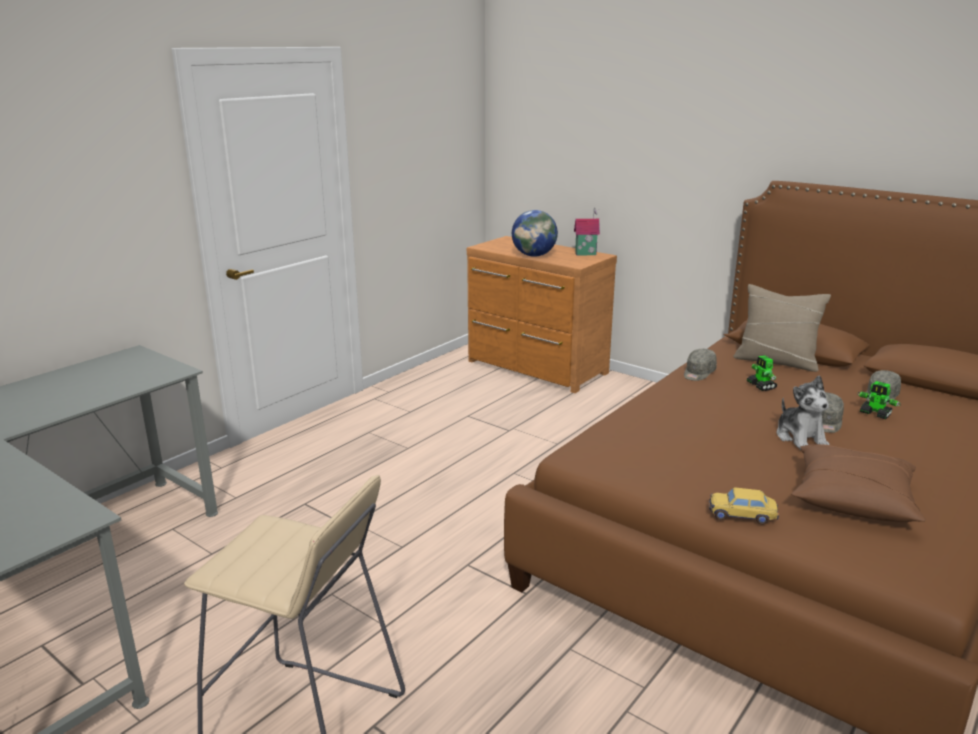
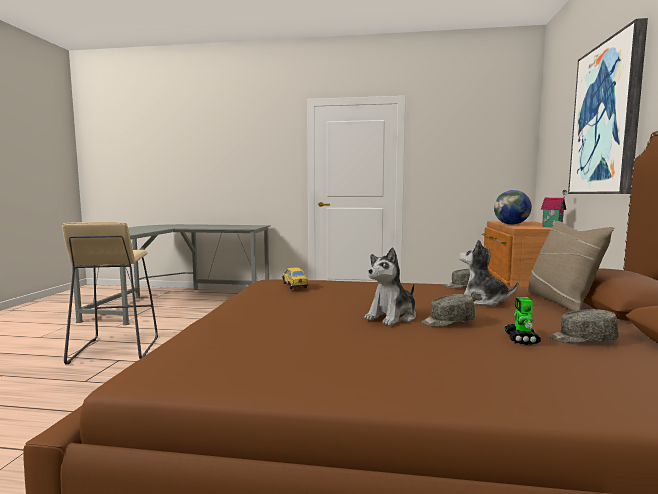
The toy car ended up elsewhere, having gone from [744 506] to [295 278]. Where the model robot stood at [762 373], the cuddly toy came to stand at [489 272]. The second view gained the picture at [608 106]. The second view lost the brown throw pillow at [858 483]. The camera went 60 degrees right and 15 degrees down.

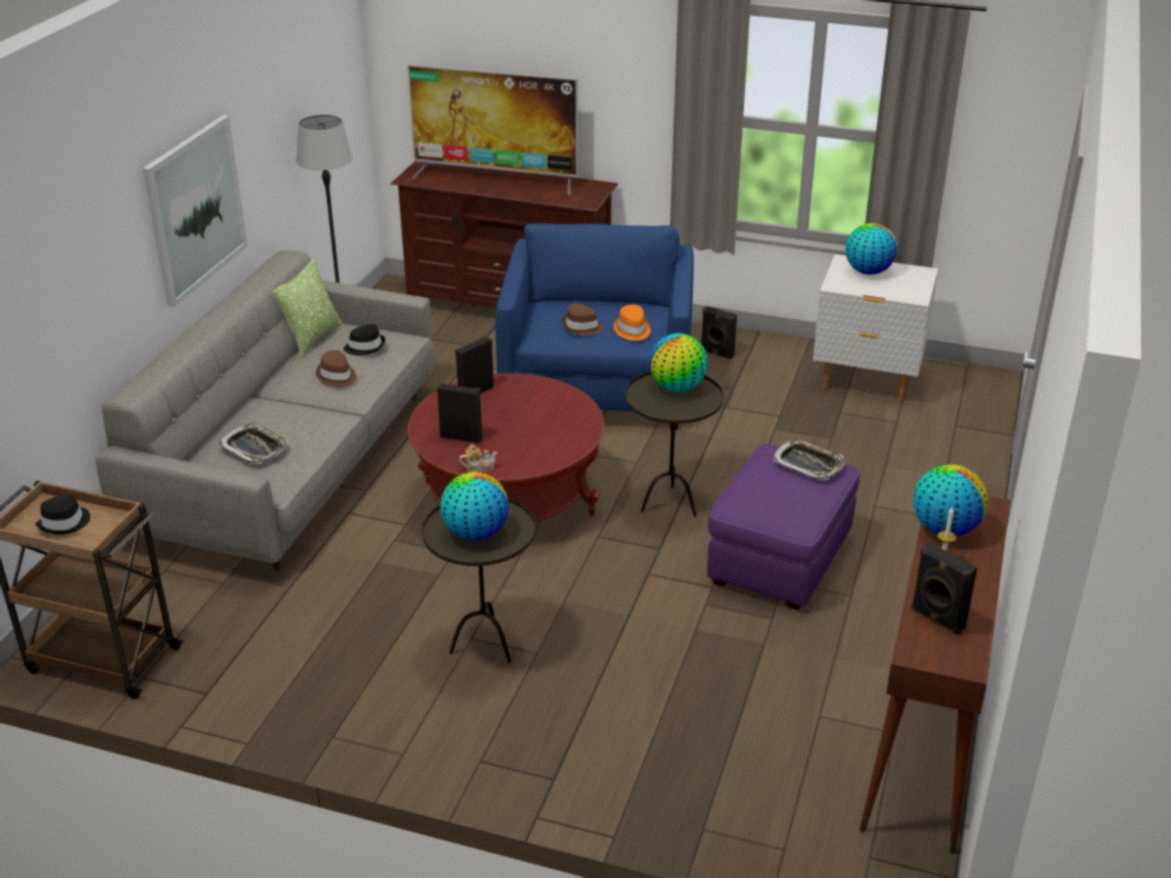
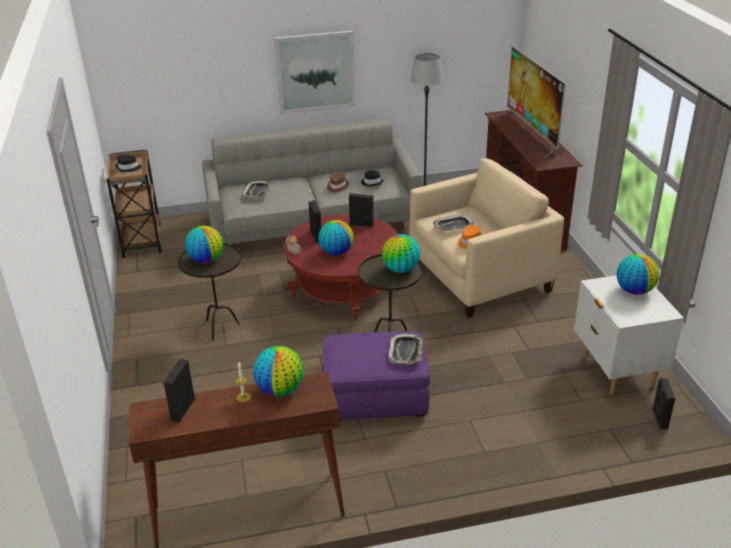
The second view gained the desk globe at [336 238]. What was the bluish armchair at [594 327] turned into the sand-coloured armchair at [486 238]. Where the brown clothing hat stood at [582 319], the tray came to stand at [454 222]. The blackish audio speaker ended up elsewhere, having gone from [719 333] to [663 404]. The second view lost the throw pillow at [307 308]. The camera went 60 degrees right and 0 degrees up.

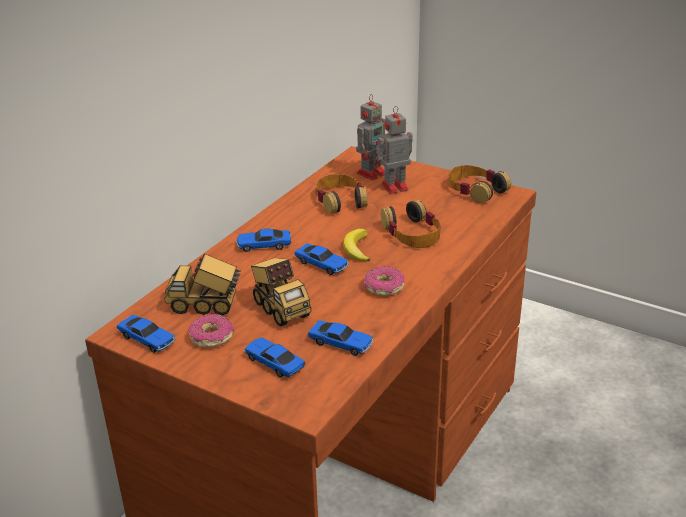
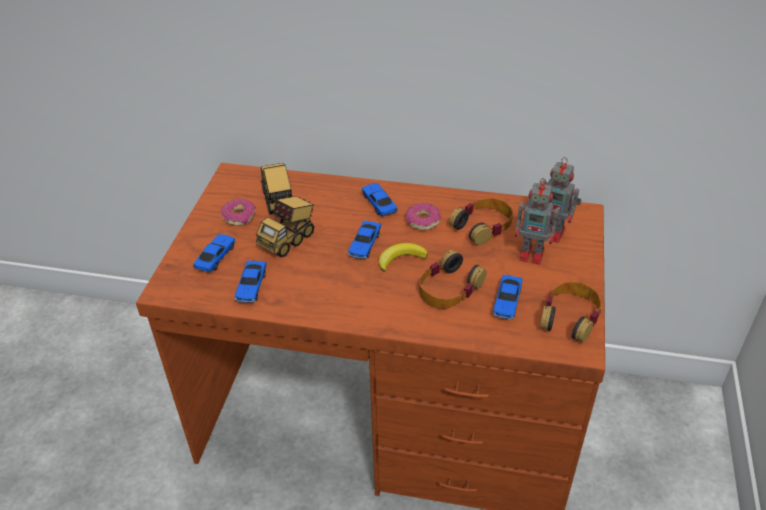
The donut ended up elsewhere, having gone from [384 281] to [423 216]. The toy car ended up elsewhere, having gone from [146 334] to [507 297]. The model robot at [394 150] ended up facing another way, 150 degrees clockwise from before. The camera went 70 degrees right and 10 degrees up.

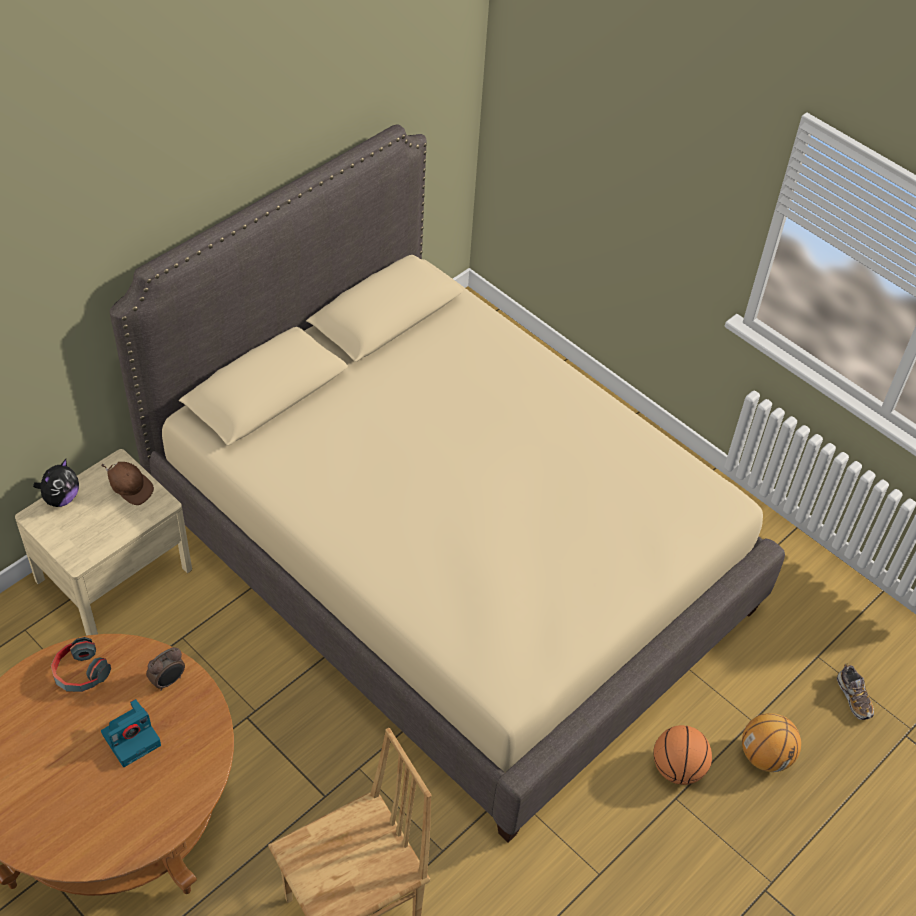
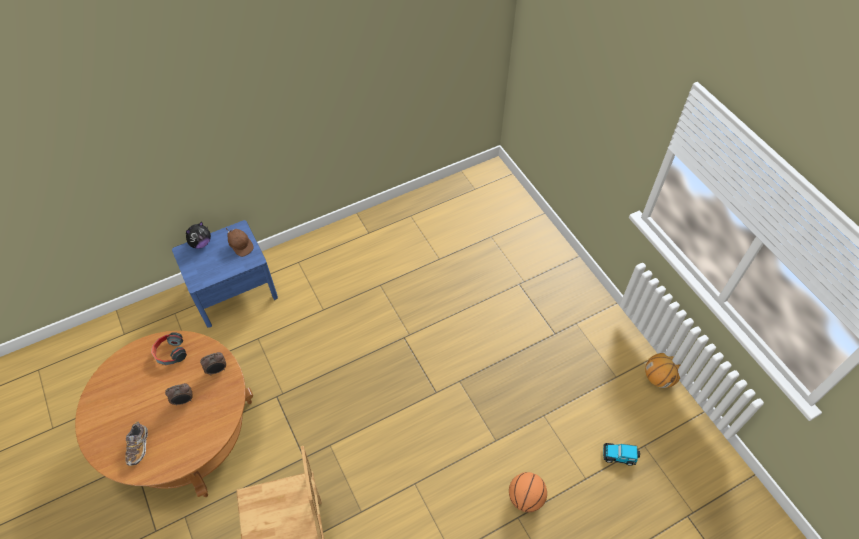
The low shoe ended up elsewhere, having gone from [855 691] to [136 444]. Where the still camera stood at [131 733], the alarm clock came to stand at [179 394]. What was the sand-coloured nightstand at [103 542] turned into the bluish nightstand at [225 274]. The second view gained the toy car at [621 454]. The basketball ball ended up elsewhere, having gone from [771 742] to [662 370]. The second view lost the sand-coloured bedroom bed at [447 484]. The camera went 20 degrees right and 5 degrees up.

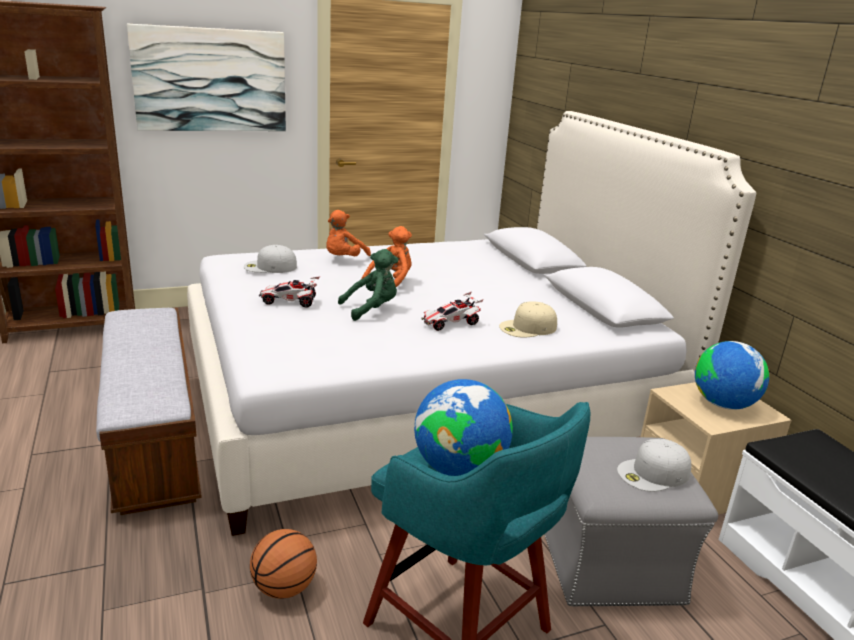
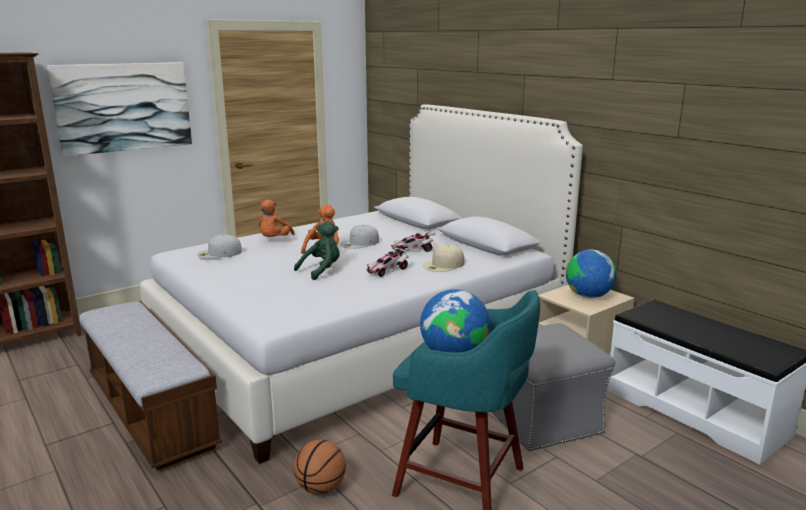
The whitish cap ended up elsewhere, having gone from [654 465] to [359 237]. The toy car ended up elsewhere, having gone from [289 292] to [413 241]. The camera went 15 degrees left and 5 degrees down.

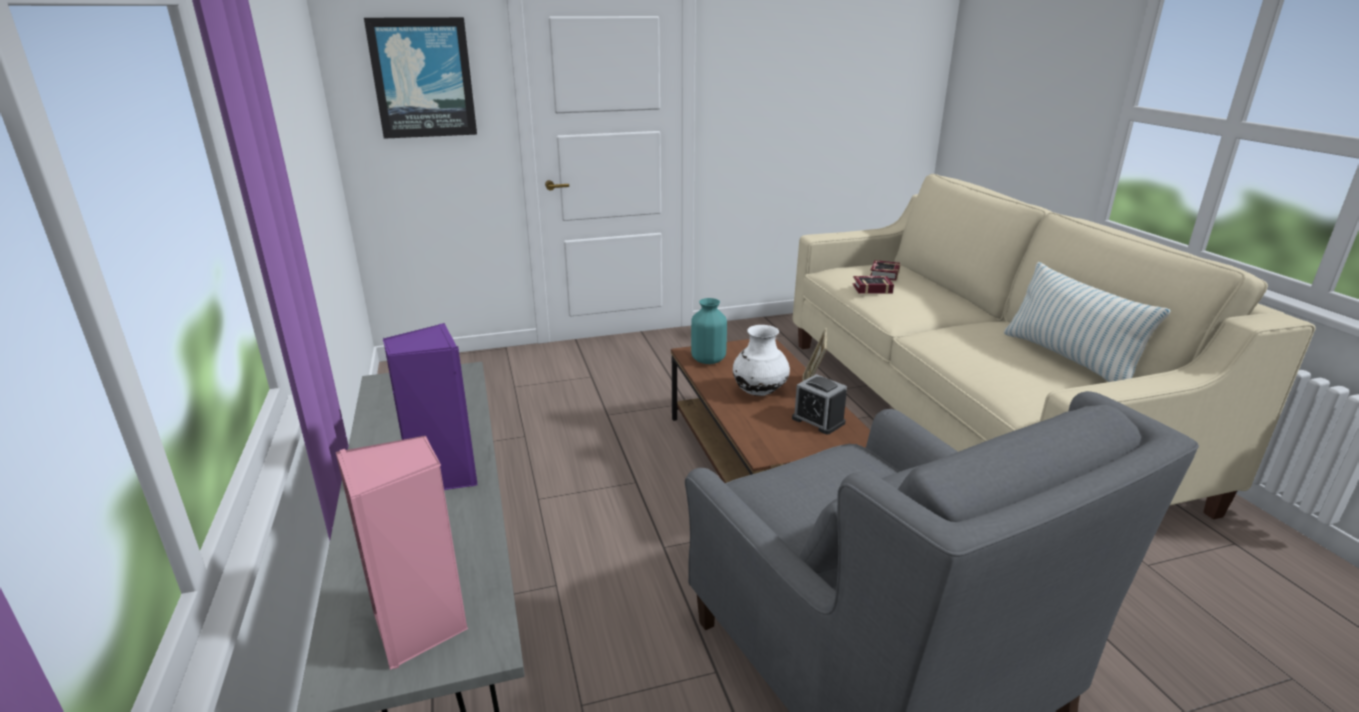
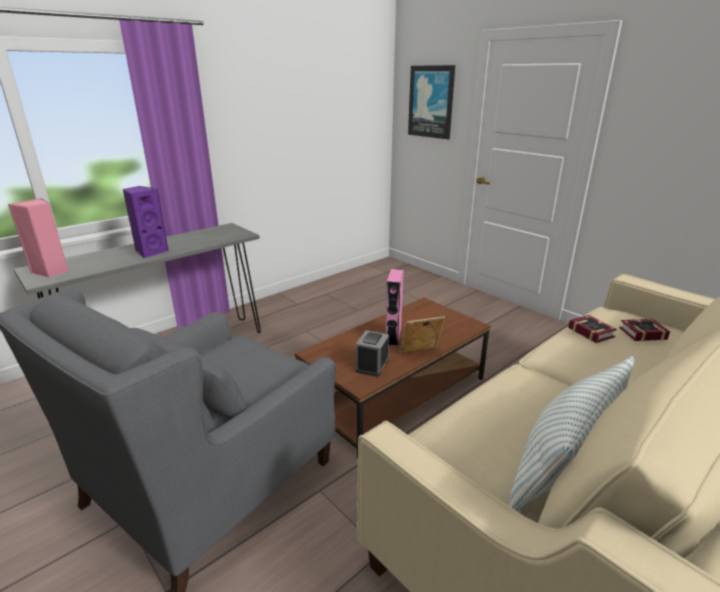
Where the whitish flower vase stood at [761 360], the pink audio speaker came to stand at [394 307]. The second view lost the turquoise flower vase at [709 331]. The camera went 65 degrees right and 0 degrees up.

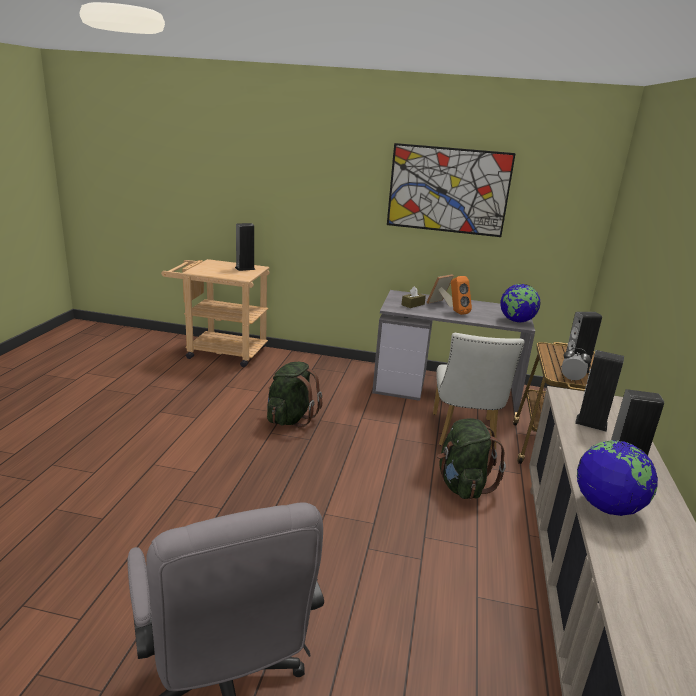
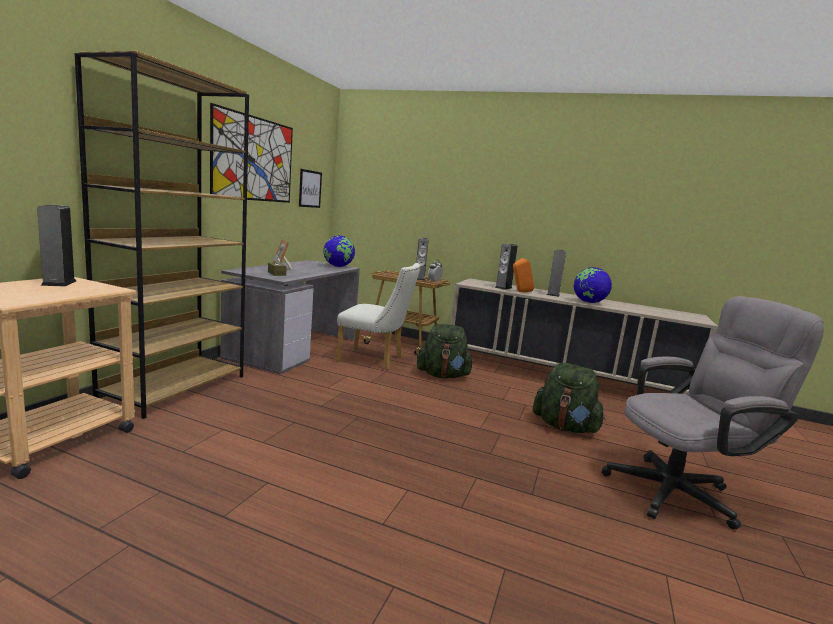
The second view gained the brown bookshelf at [162 235]. The second view gained the picture at [310 188]. The orangey audio speaker ended up elsewhere, having gone from [461 295] to [523 275]. The greenish backpack ended up elsewhere, having gone from [294 395] to [569 398]. The camera went 80 degrees left and 10 degrees down.

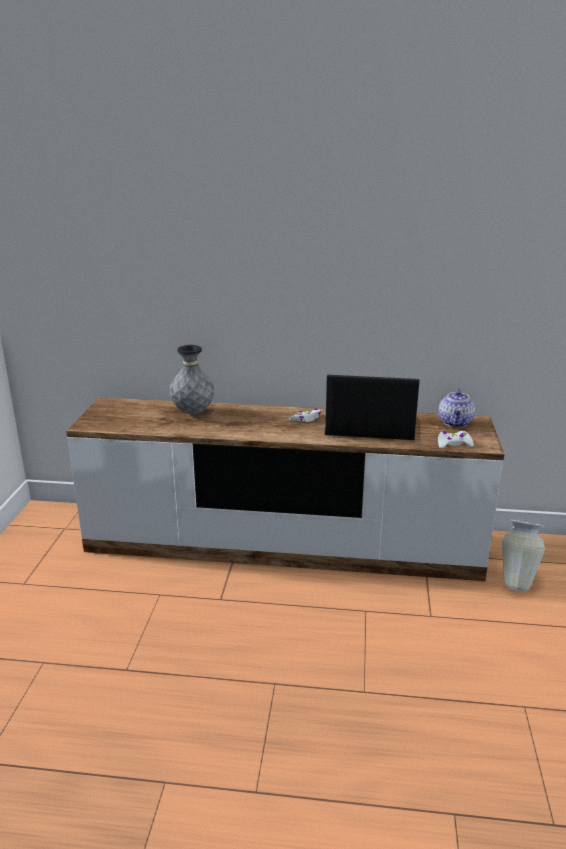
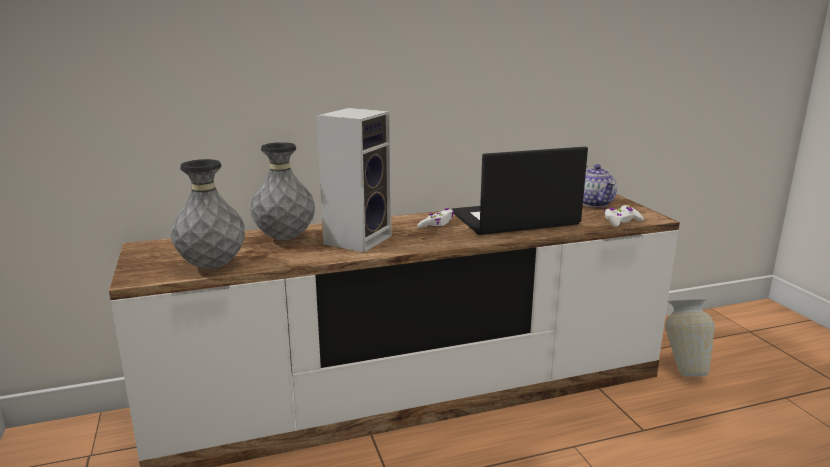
The second view gained the greyish flower vase at [208 214]. The second view gained the audio speaker at [354 180]. The camera went 25 degrees left and 5 degrees down.

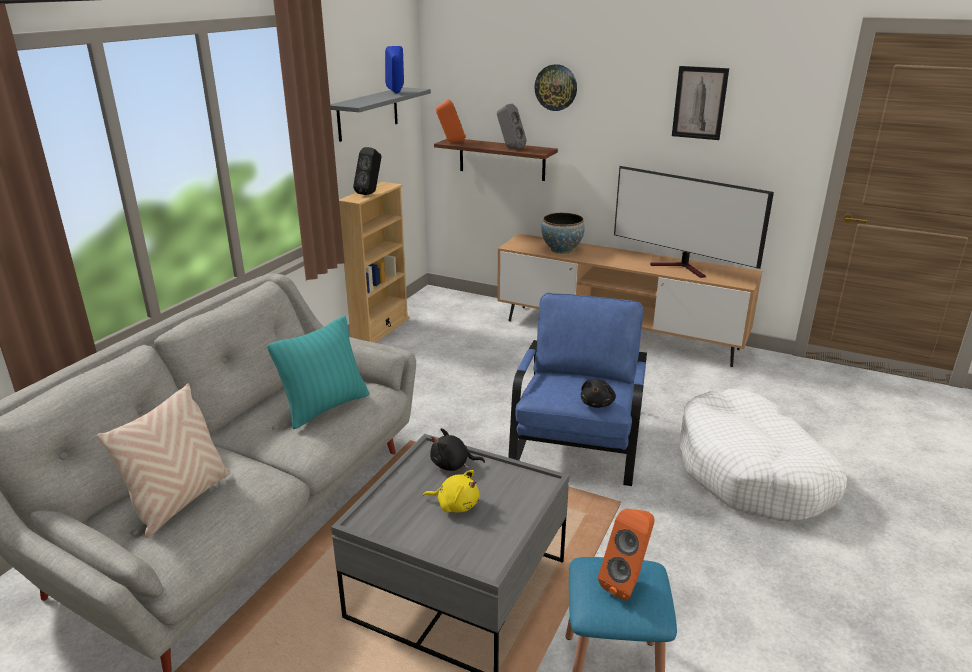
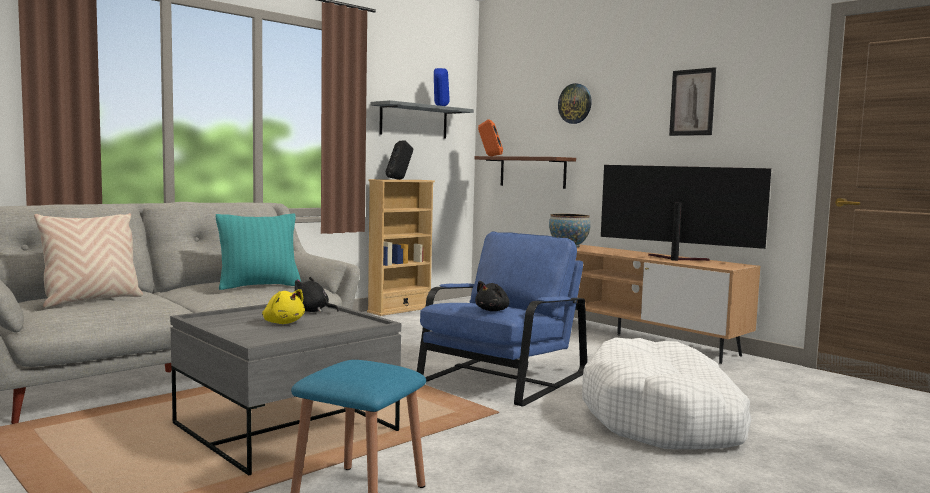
The TV at [694 222] ended up facing another way, 150 degrees clockwise from before. The second view lost the greyish audio speaker at [512 126]. The second view lost the orangey audio speaker at [626 554]. The camera went 20 degrees right and 20 degrees down.

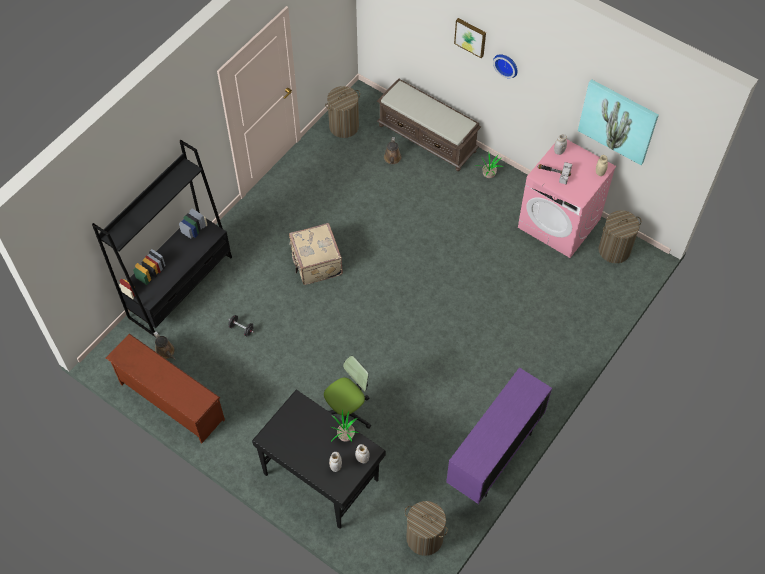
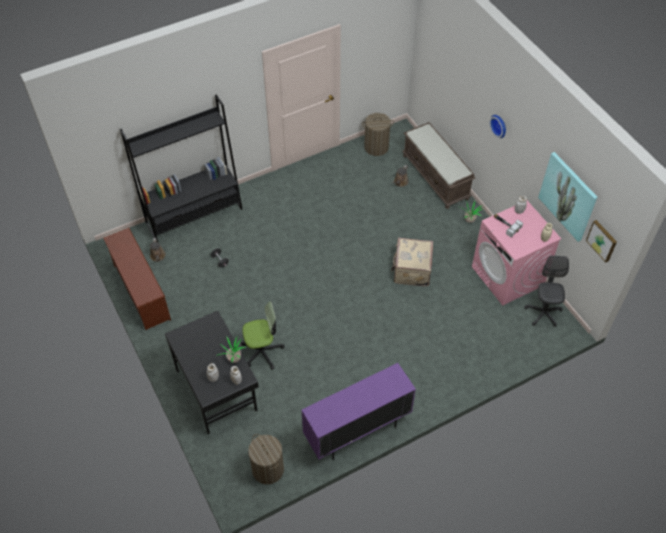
The sand-coloured suitcase ended up elsewhere, having gone from [316 254] to [412 262]. Where the hamper stood at [620 236], the greyish desk chair came to stand at [546 291]. The picture ended up elsewhere, having gone from [470 38] to [601 241]. The camera went 25 degrees right and 5 degrees down.

